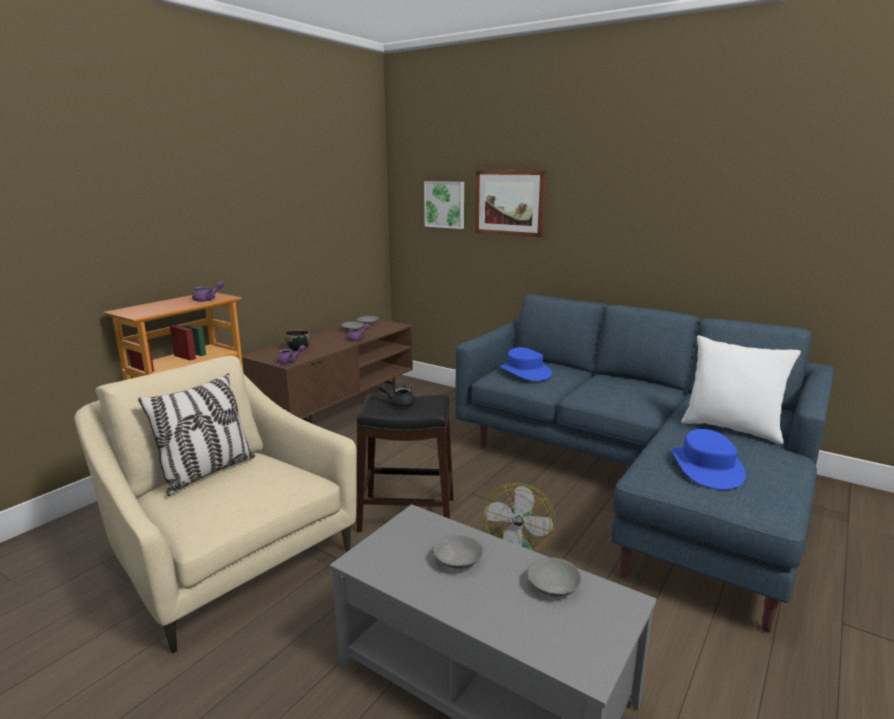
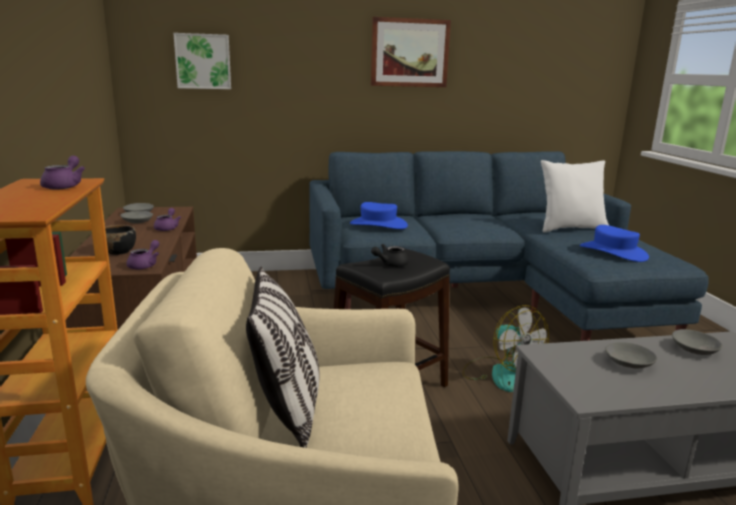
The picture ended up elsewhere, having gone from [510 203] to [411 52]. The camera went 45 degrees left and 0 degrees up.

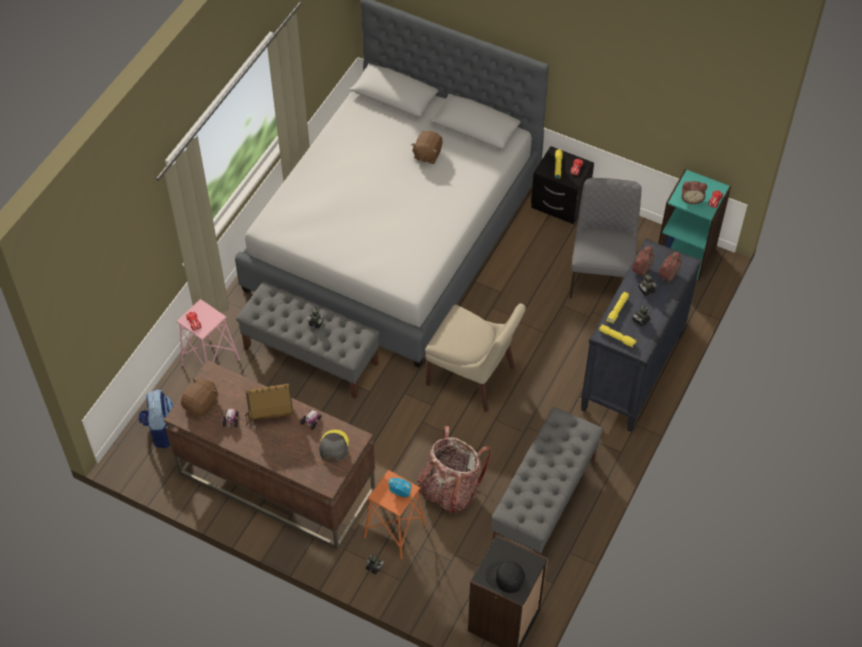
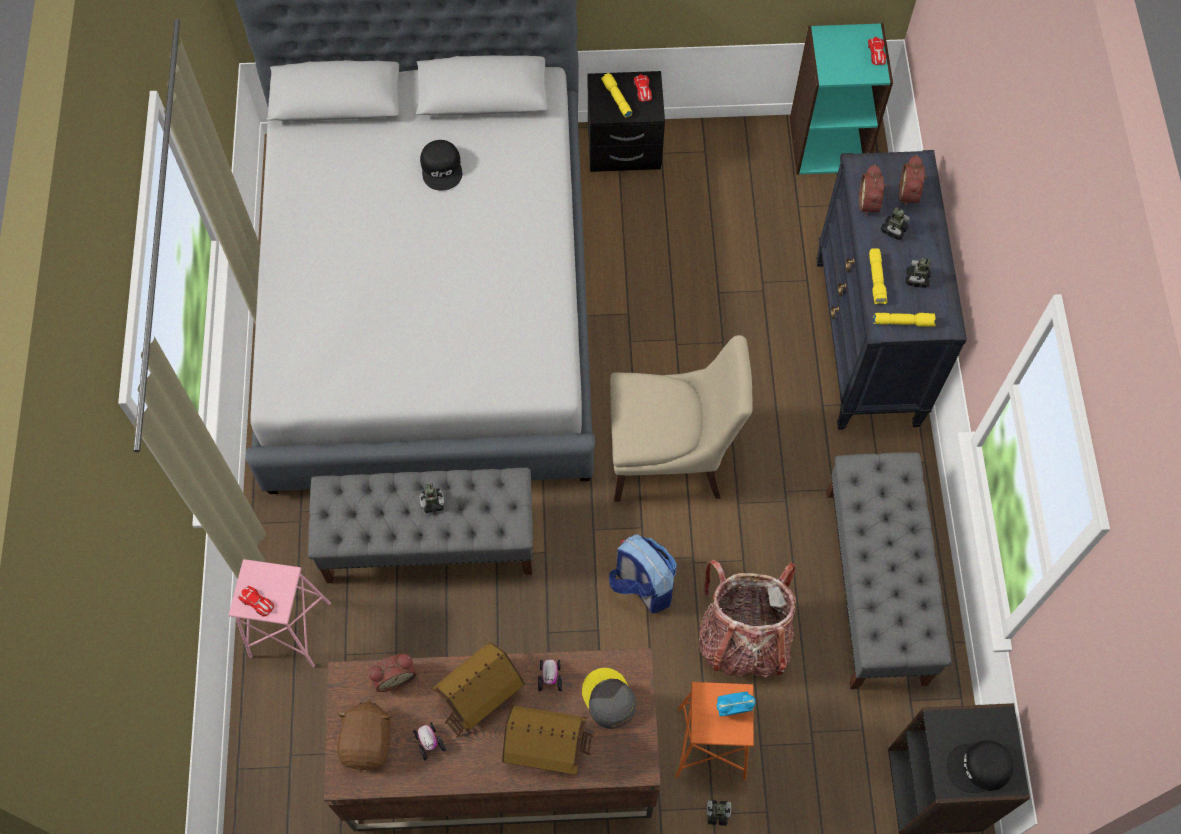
The alarm clock ended up elsewhere, having gone from [694 192] to [393 673]. Where the brown cuddly toy stood at [427 147], the blackish cap came to stand at [441 165]. The second view gained the toy house at [548 740]. The backpack ended up elsewhere, having gone from [156 418] to [643 574]. The second view lost the greyish plain chair at [605 238]. The camera went 30 degrees left and 10 degrees up.

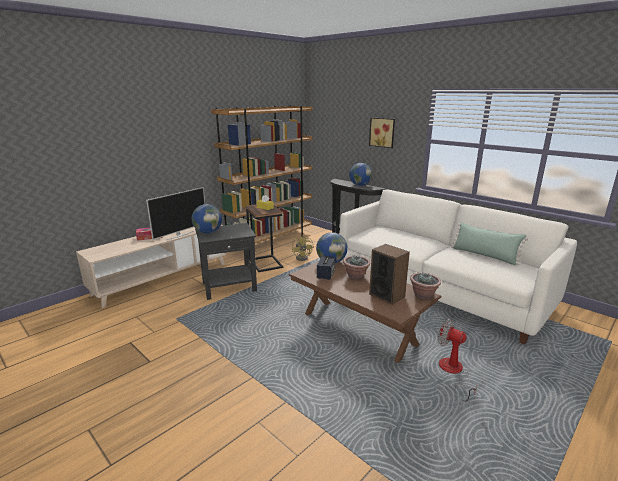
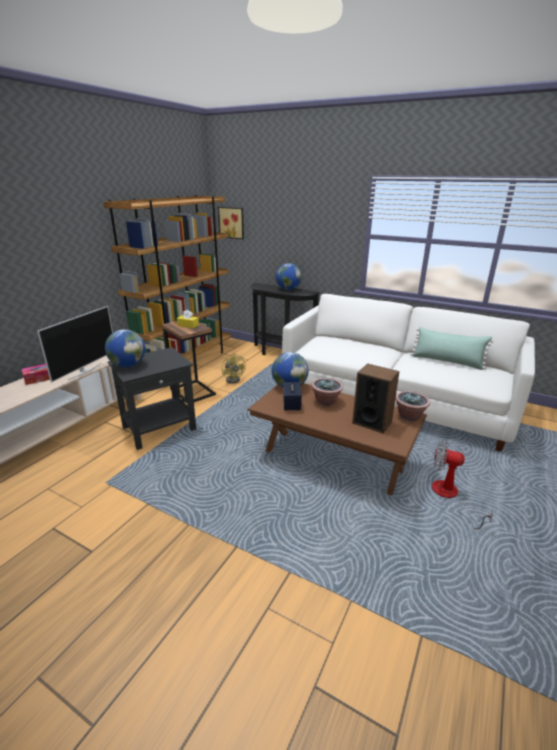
The picture ended up elsewhere, having gone from [382 132] to [231 223]. The camera went 15 degrees left and 5 degrees up.

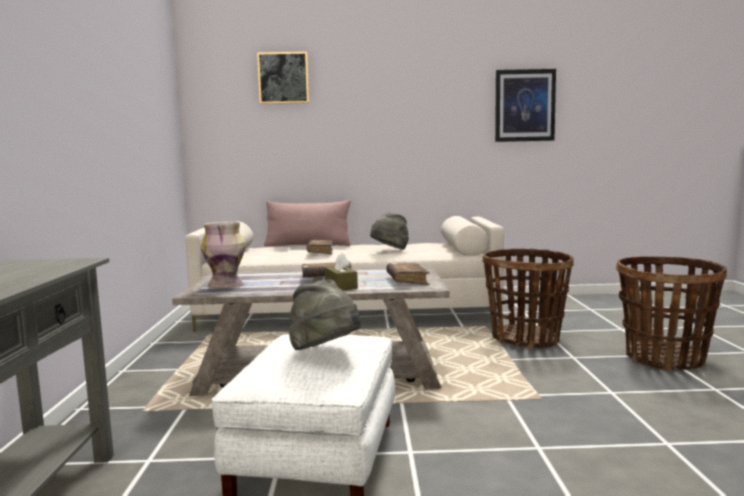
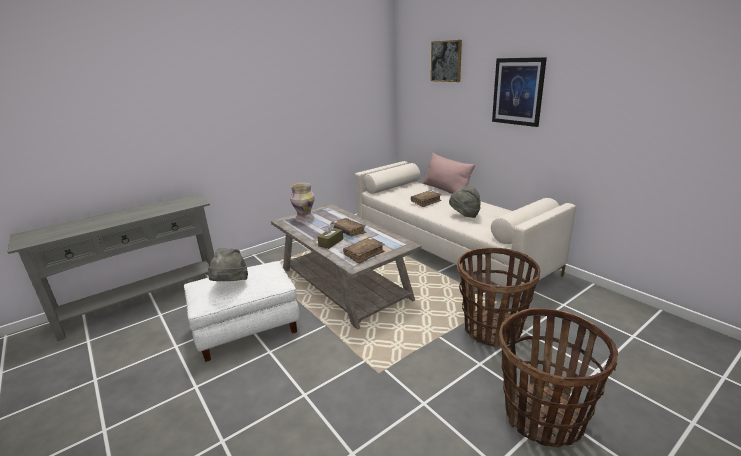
The picture ended up elsewhere, having gone from [525 105] to [519 92]. The camera went 55 degrees right and 15 degrees up.

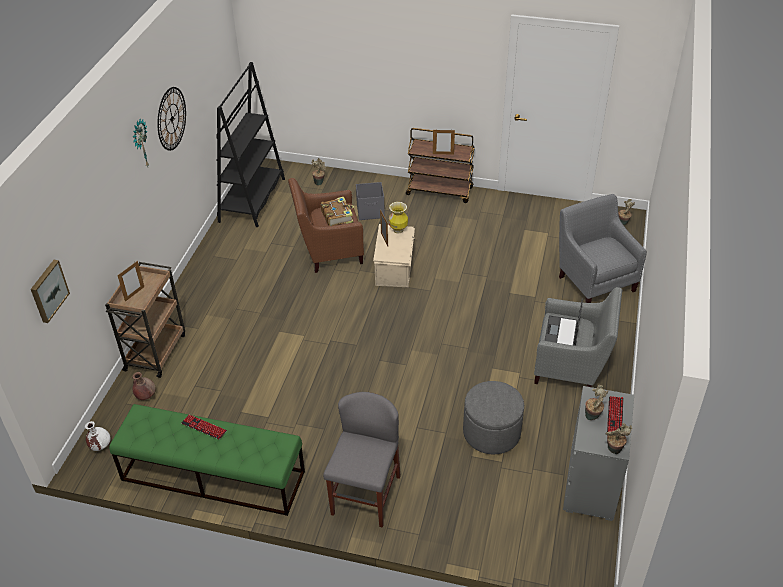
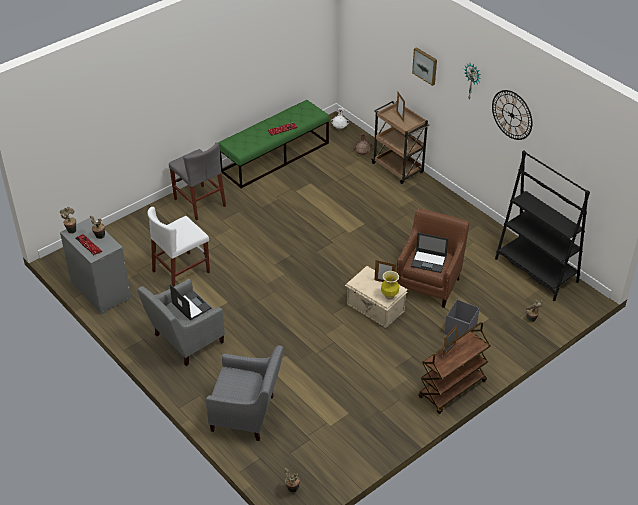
Where the greyish footrest stood at [493 417], the whitish plain chair came to stand at [178 247]. Where the book stood at [337 211], the portable computer came to stand at [429 253]. The picture ended up elsewhere, having gone from [50 291] to [424 66]. The camera went 125 degrees right and 0 degrees up.

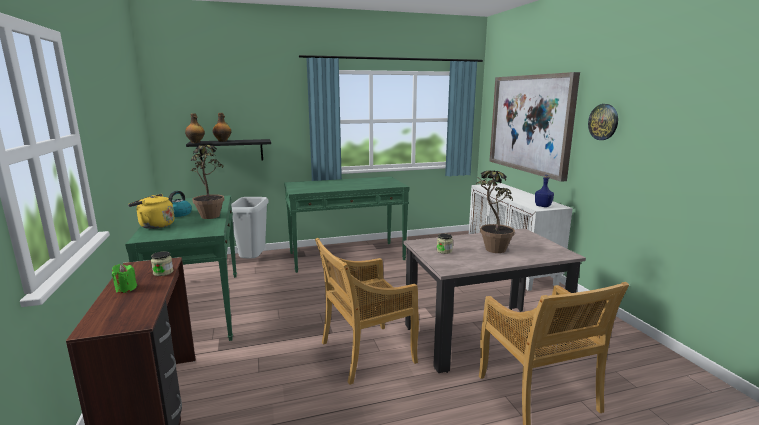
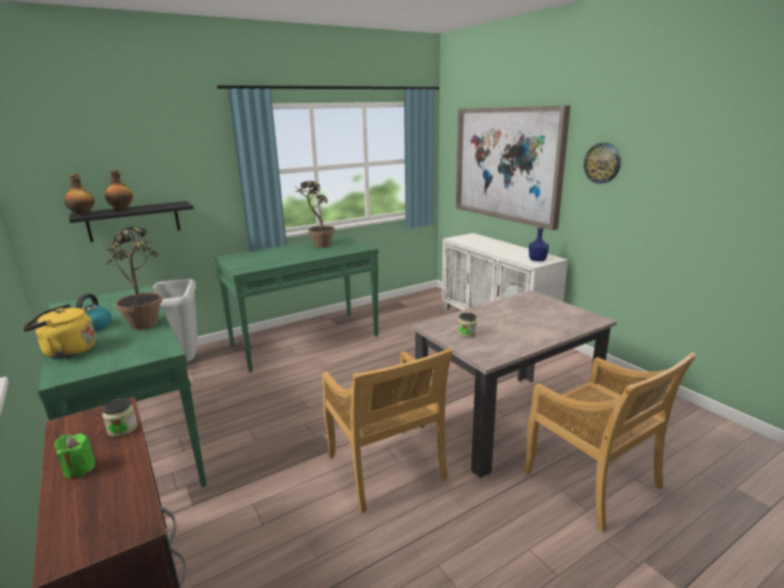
The potted plant ended up elsewhere, having gone from [495 212] to [314 214]. The sand-coloured plain chair at [367 311] ended up facing another way, 75 degrees counterclockwise from before. The camera went 15 degrees left and 5 degrees up.

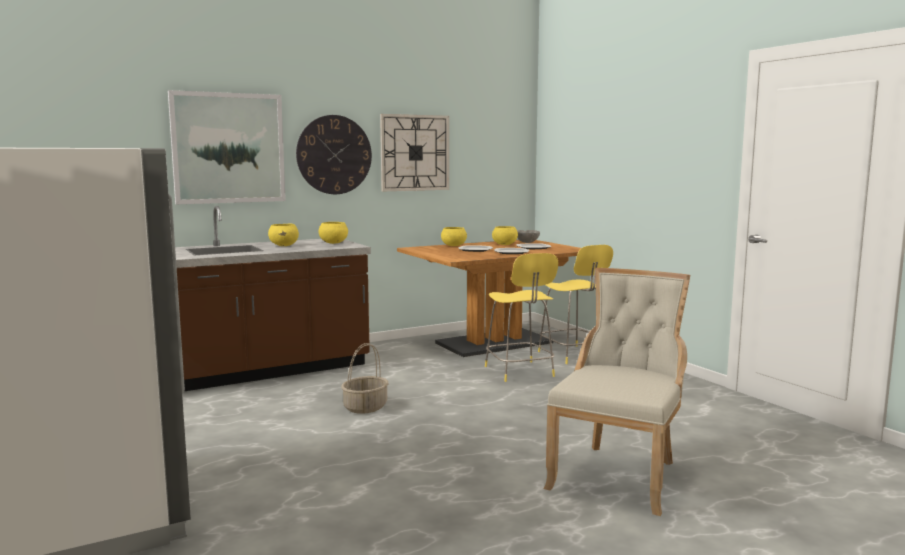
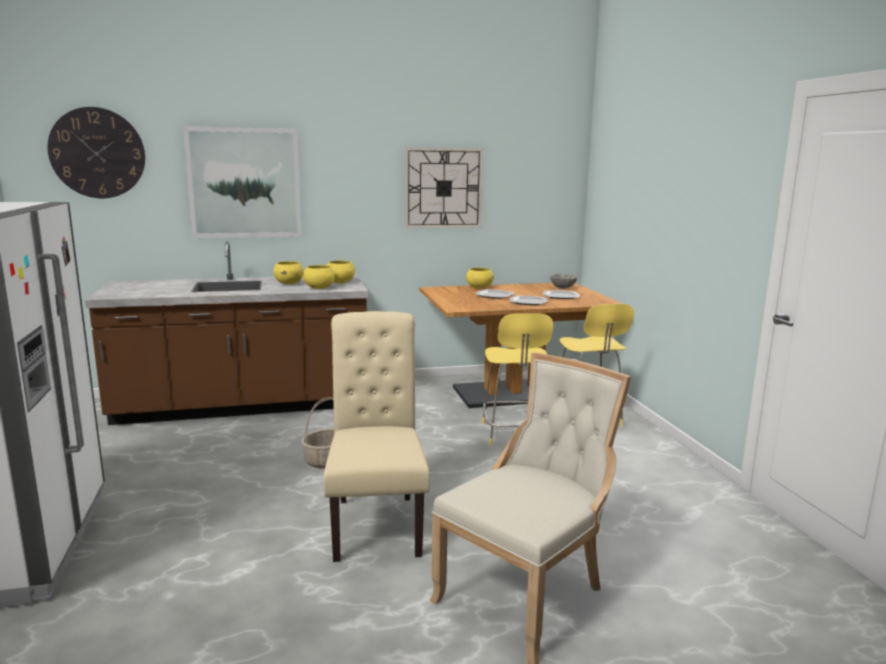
The hanging clock ended up elsewhere, having gone from [334 154] to [96 152]. The yellow deep dish ended up elsewhere, having gone from [505 235] to [319 277]. The second view gained the sand-coloured plain chair at [376 436]. The camera went 15 degrees right and 5 degrees up.

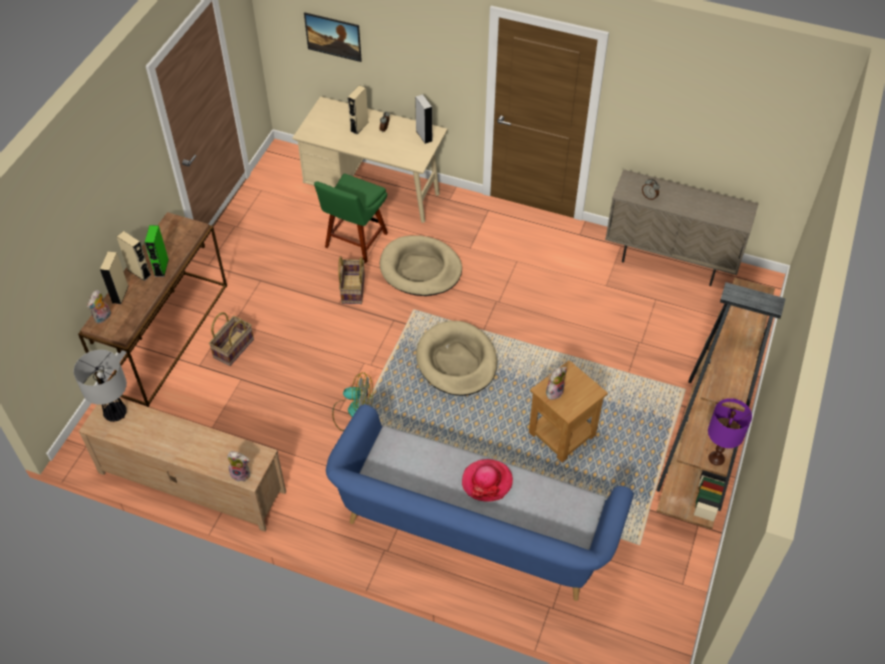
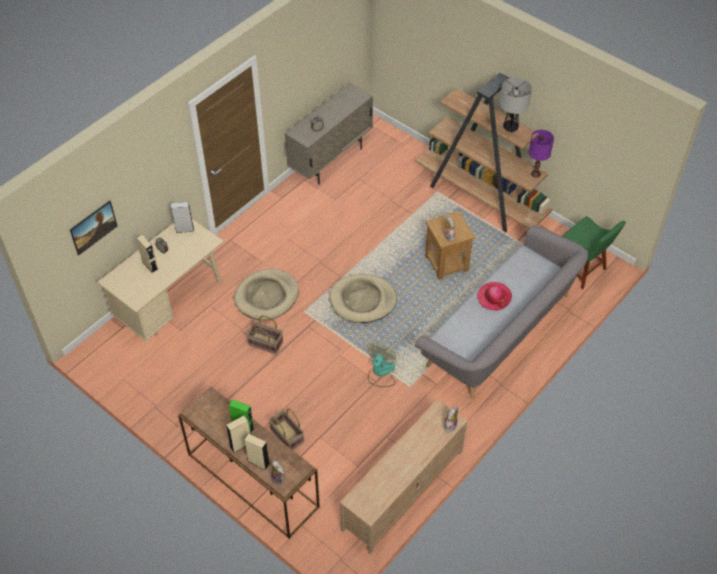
What was the bluish settee at [480 502] turned into the greyish settee at [501 312]. The table lamp ended up elsewhere, having gone from [100 386] to [516 105]. The greenish plain chair ended up elsewhere, having gone from [351 218] to [594 252]. The camera went 70 degrees left and 0 degrees up.

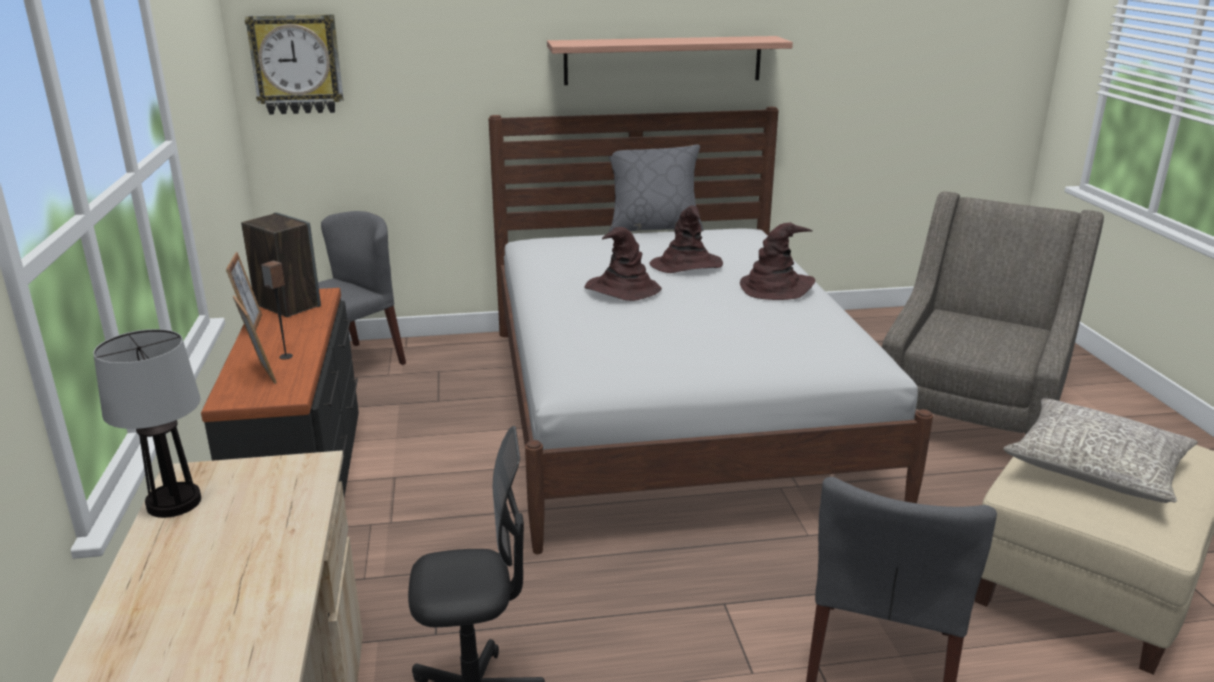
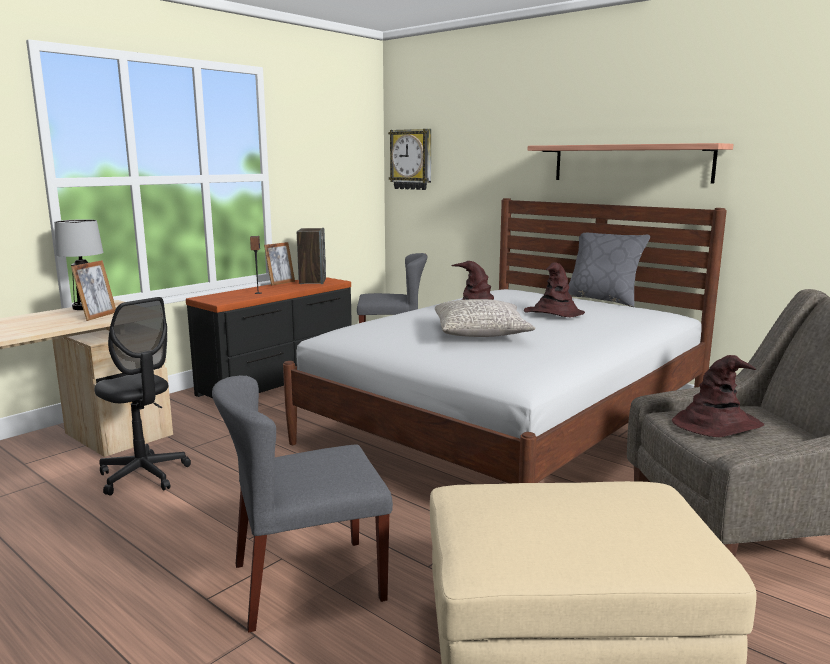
The photo frame ended up elsewhere, having gone from [255 339] to [93 290]. The greyish throw pillow ended up elsewhere, having gone from [1101 450] to [485 318]. The brown clothing hat ended up elsewhere, having gone from [777 261] to [718 396]. The camera went 50 degrees right and 10 degrees down.

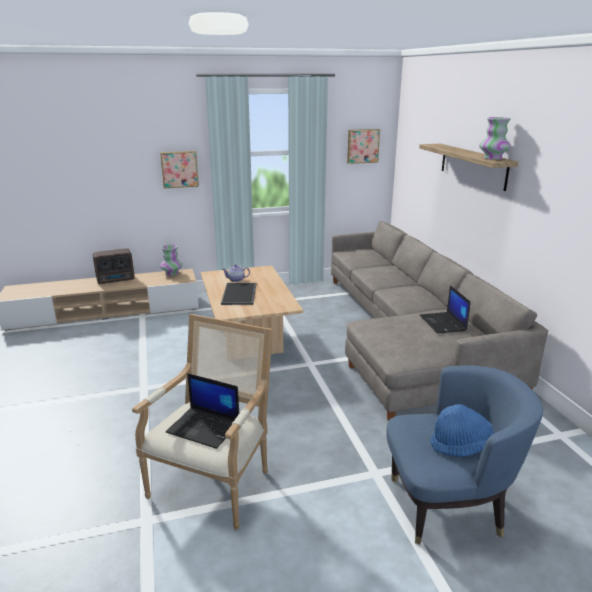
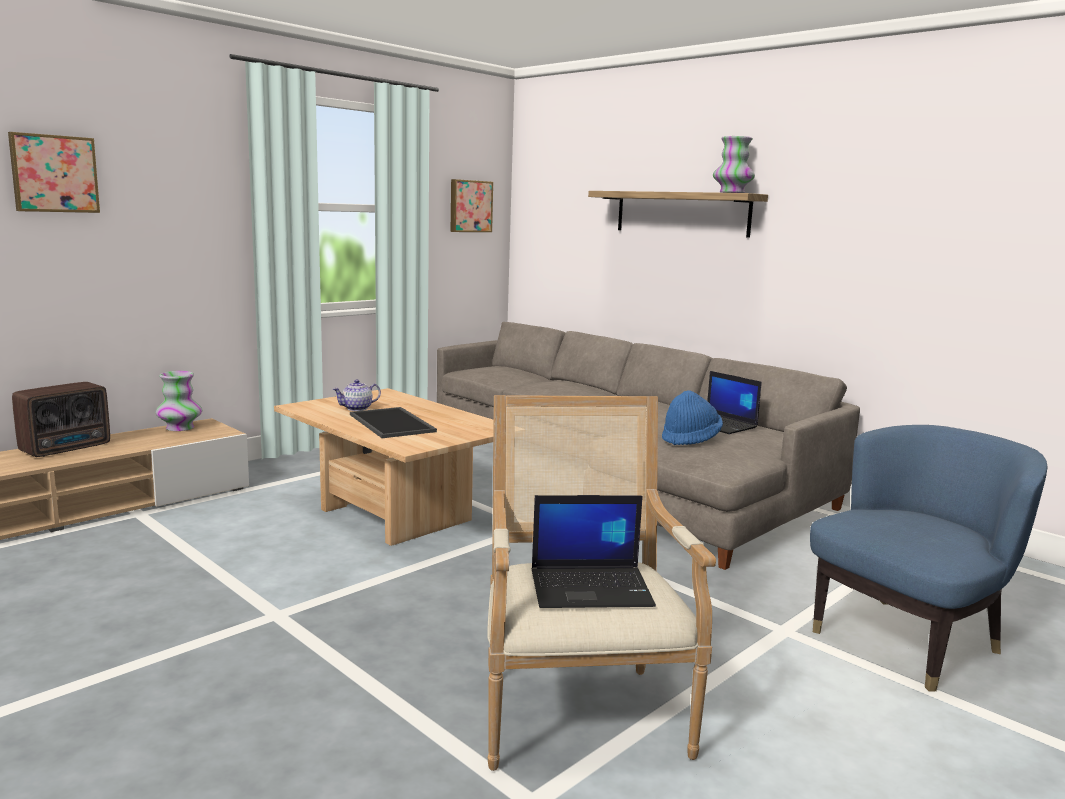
The picture ended up elsewhere, having gone from [179 169] to [54 172]. The bluish clothing hat ended up elsewhere, having gone from [462 430] to [692 417]. The camera went 30 degrees left and 10 degrees down.

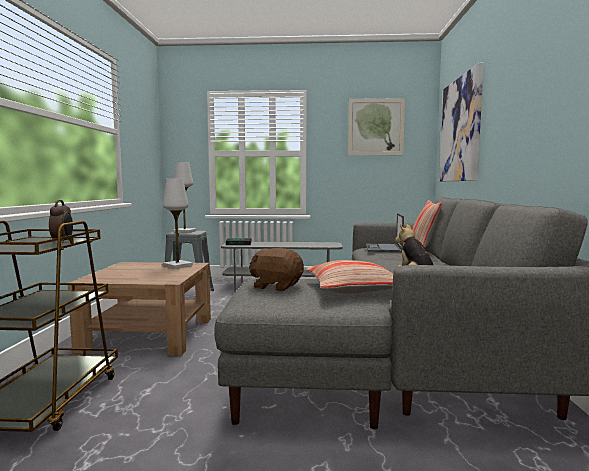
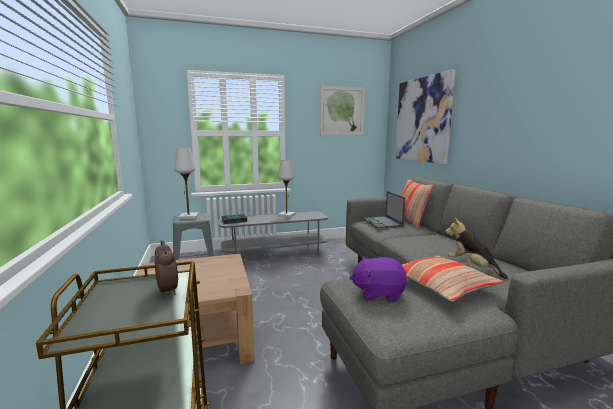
The whitish table lamp ended up elsewhere, having gone from [178 224] to [286 188]. What was the brown cuddly toy at [276 269] turned into the purple cuddly toy at [378 279]. The camera went 20 degrees left and 5 degrees up.

